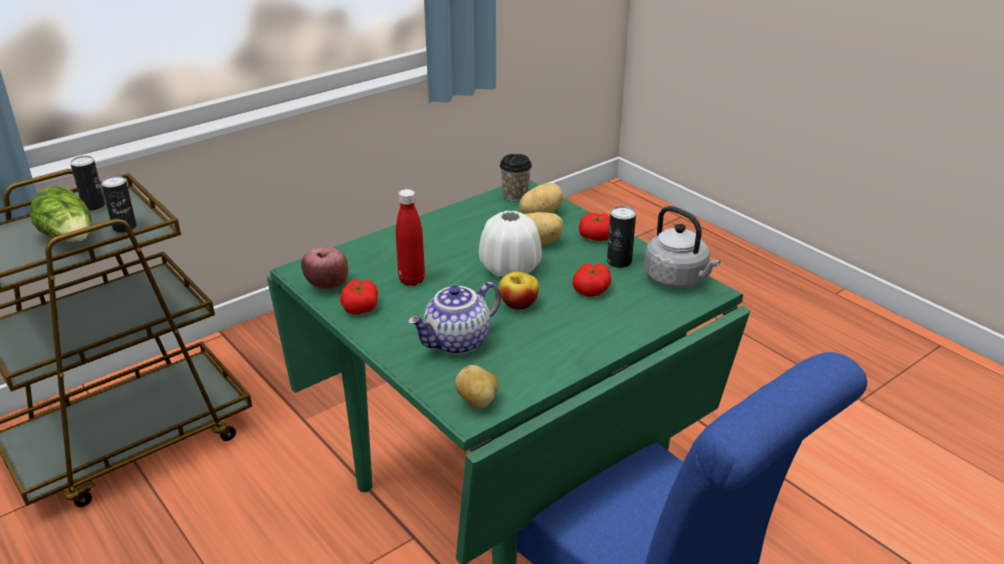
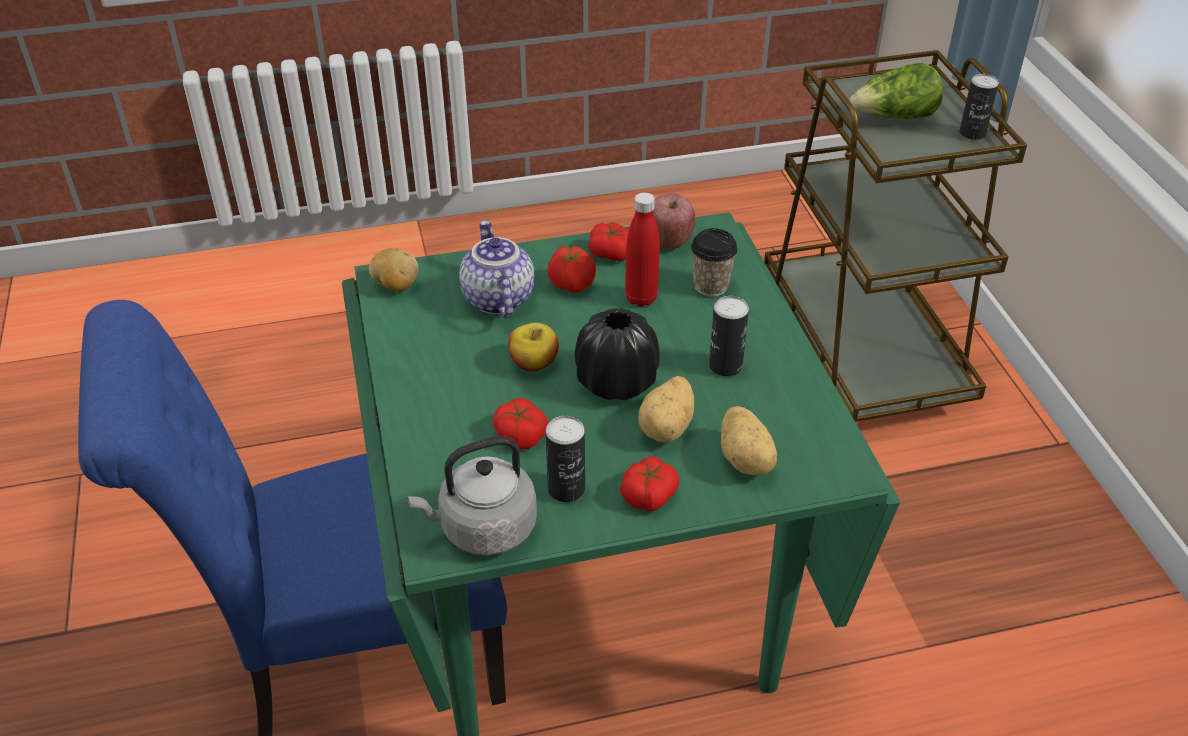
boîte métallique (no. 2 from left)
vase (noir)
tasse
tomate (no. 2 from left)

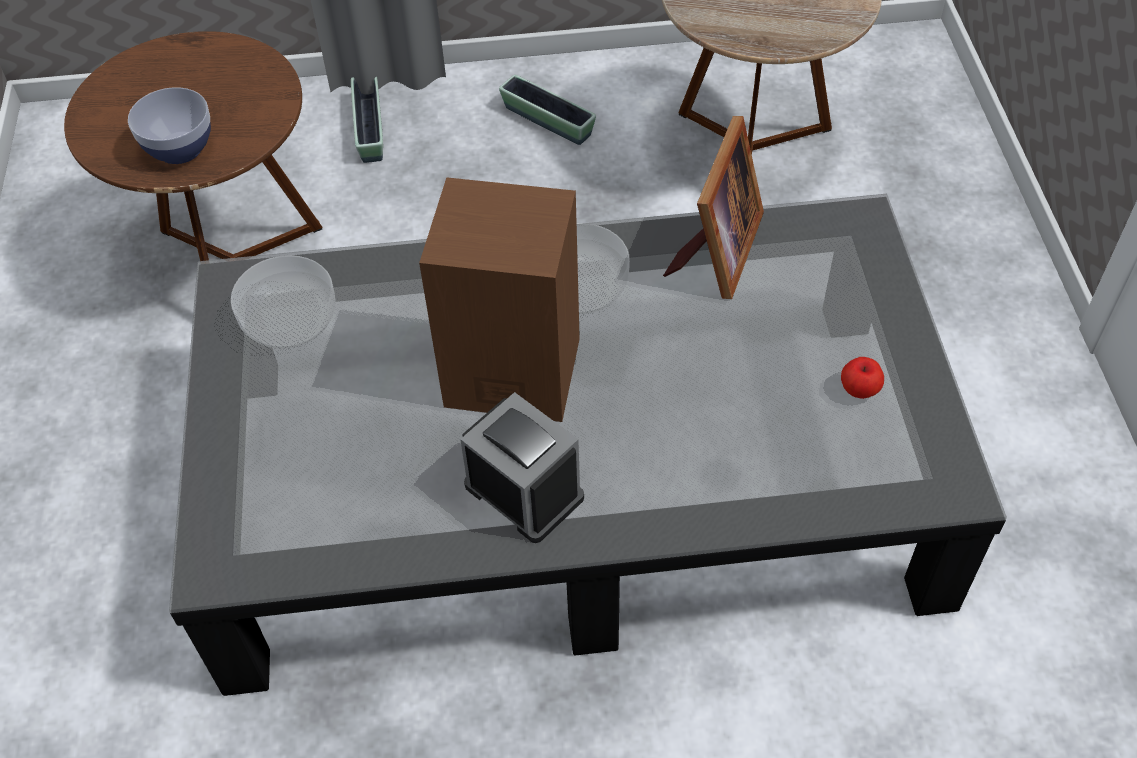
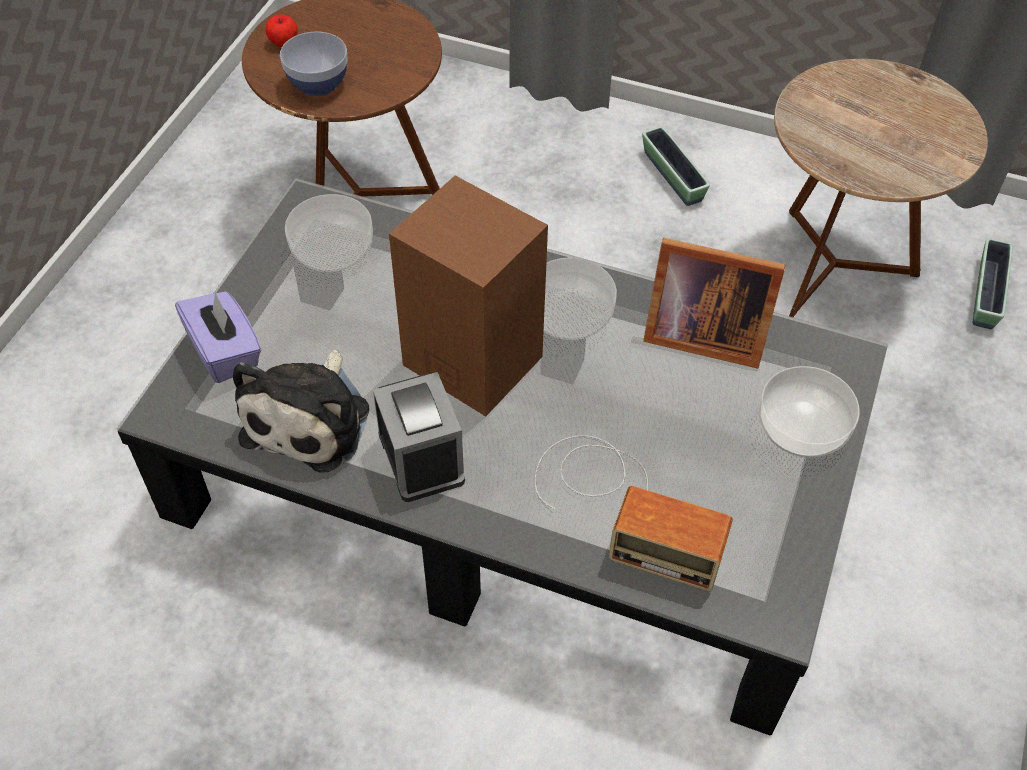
cache-pot (no. 2 from left)
cadre photo
pomme
boîte à mouchoirs (violet)
peluche
radio
bol (no. 4 from left)

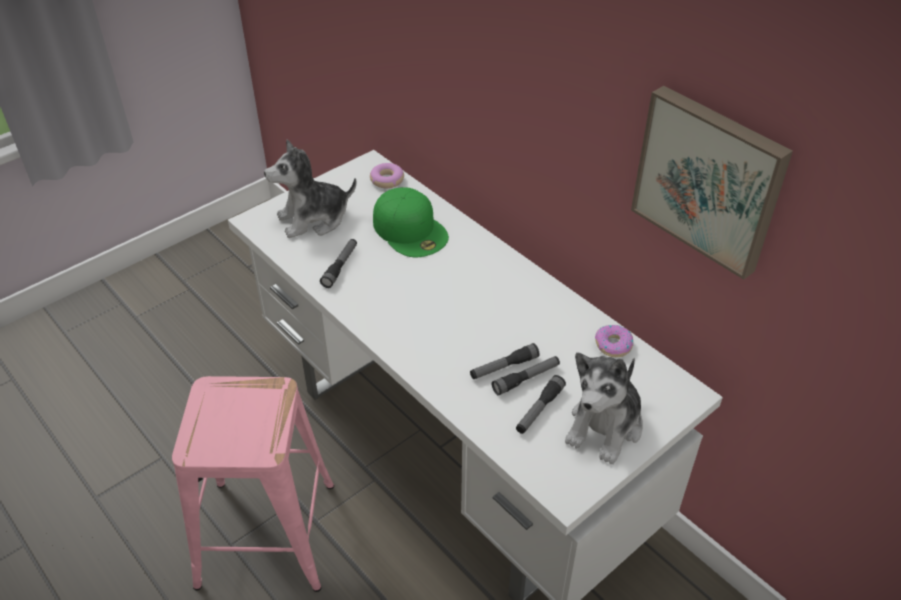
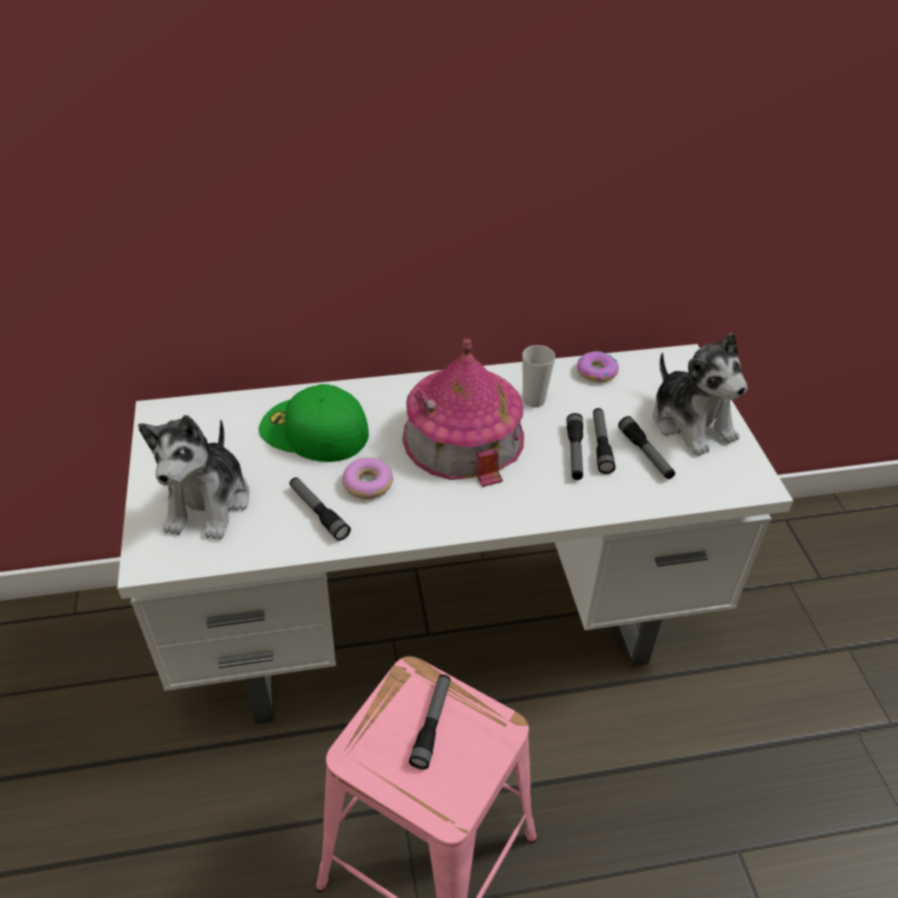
beignet (no. 1 from left)
casquette (vert)
tableau
maison miniature
lampe de poche (no. 2 from left)
tasse

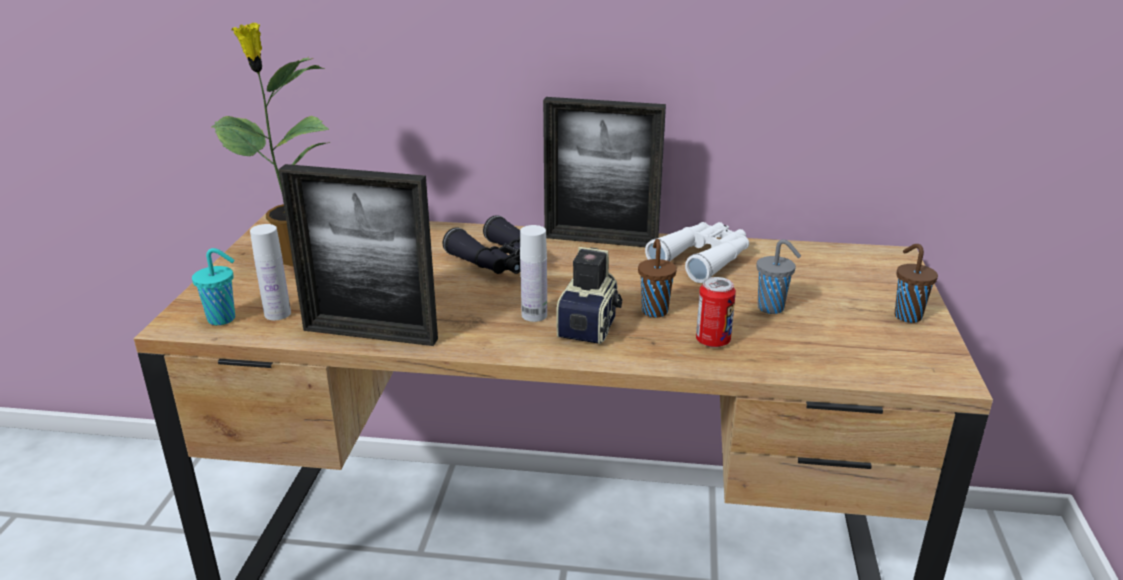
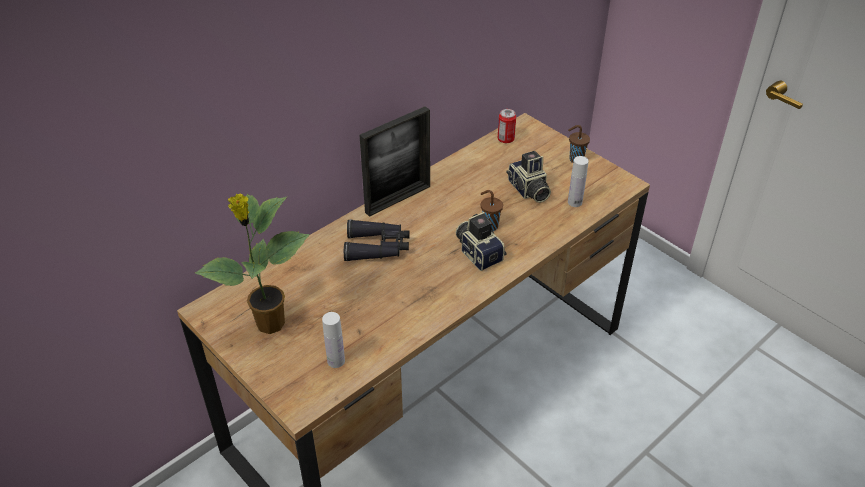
tasse (turquoise)
cadre photo (no. 1 from left in the first image)
bouteille (blanc) (no. 2 from left)
jumelles (blanc)
boîte métallique
appareil photo (no. 2 from left)

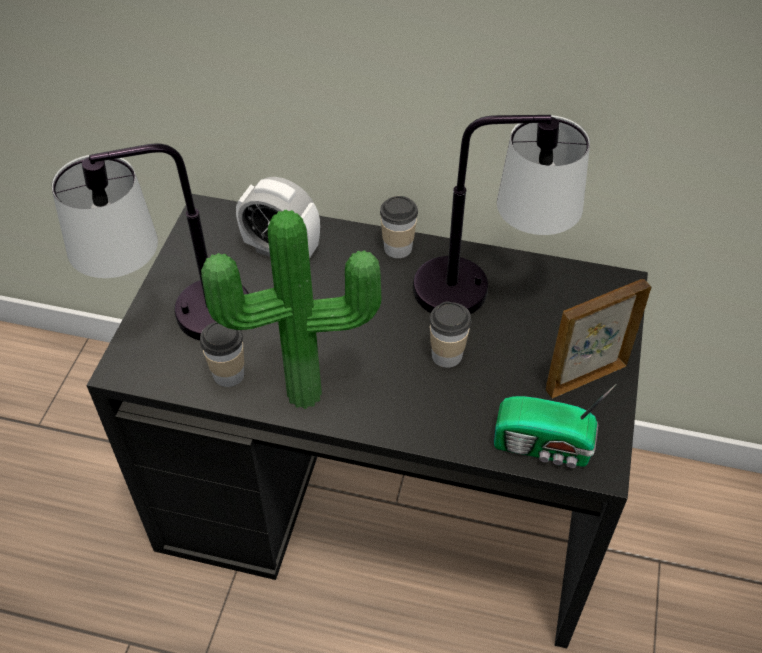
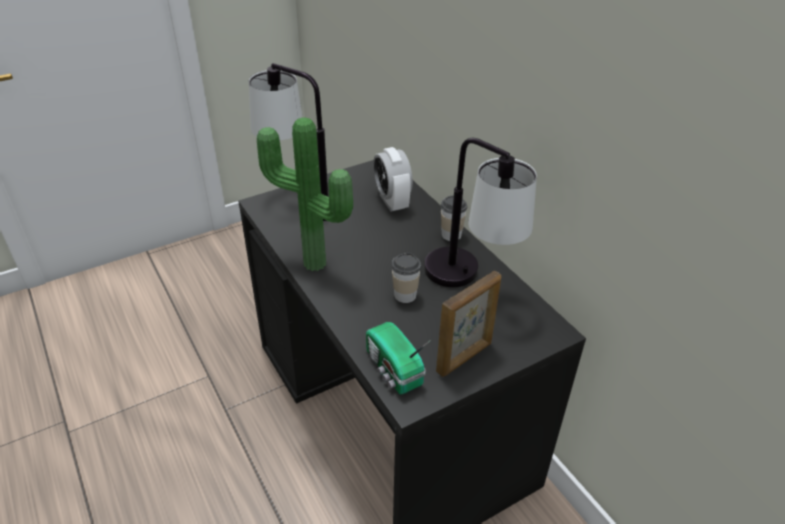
tasse (no. 1 from left in the first image)
cadre photo

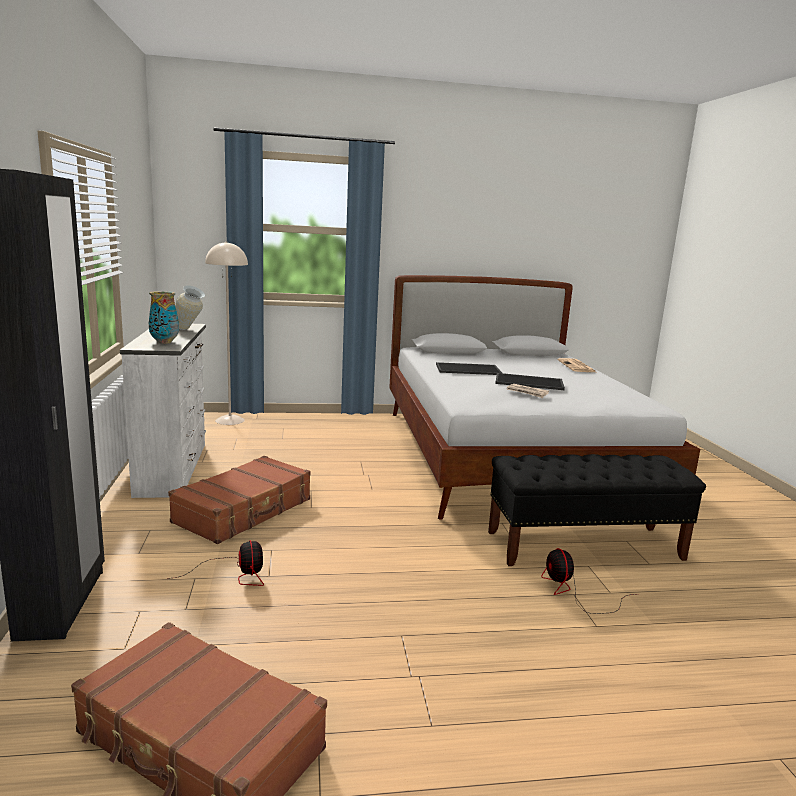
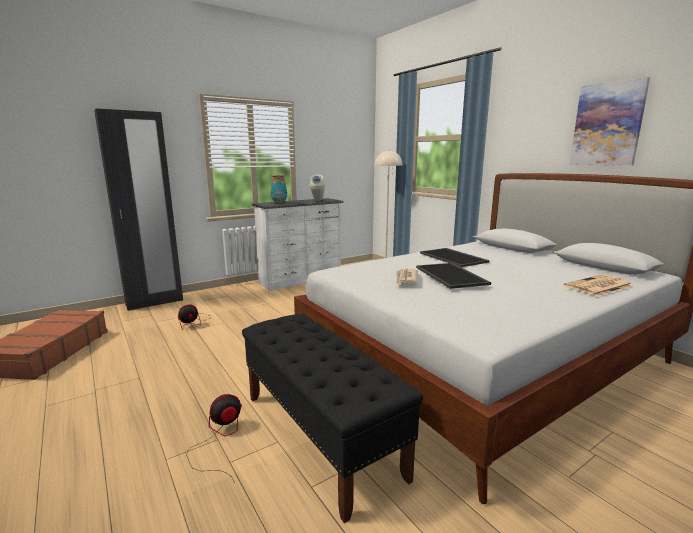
valise (marron) (no. 2 from left in the first image)
tableau

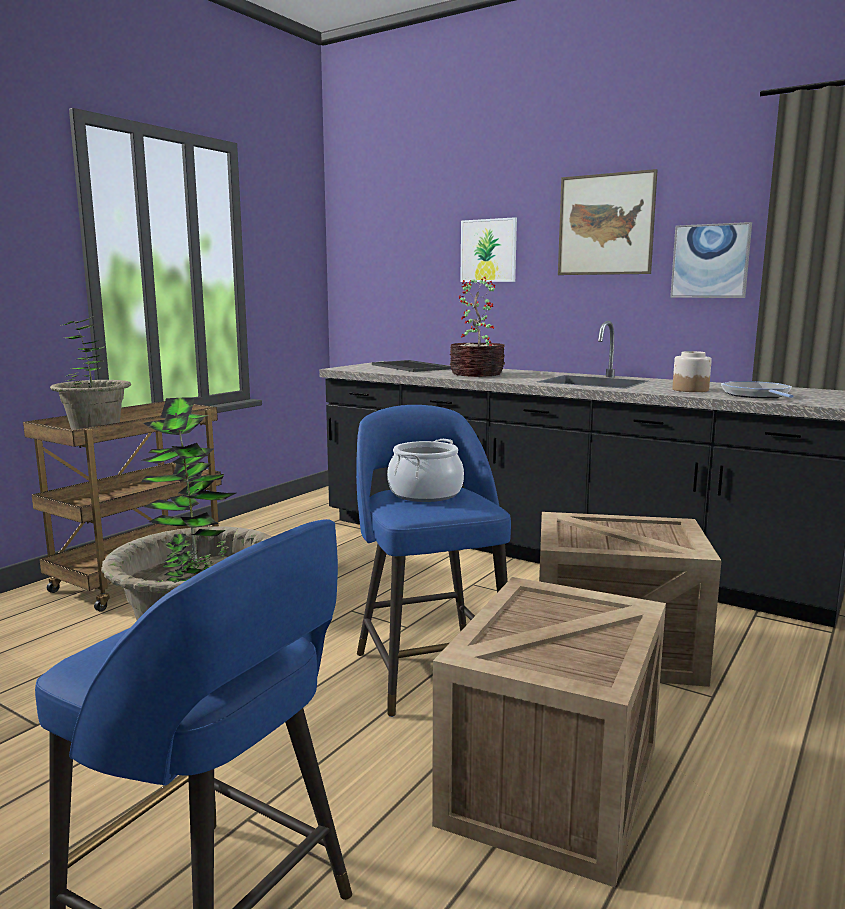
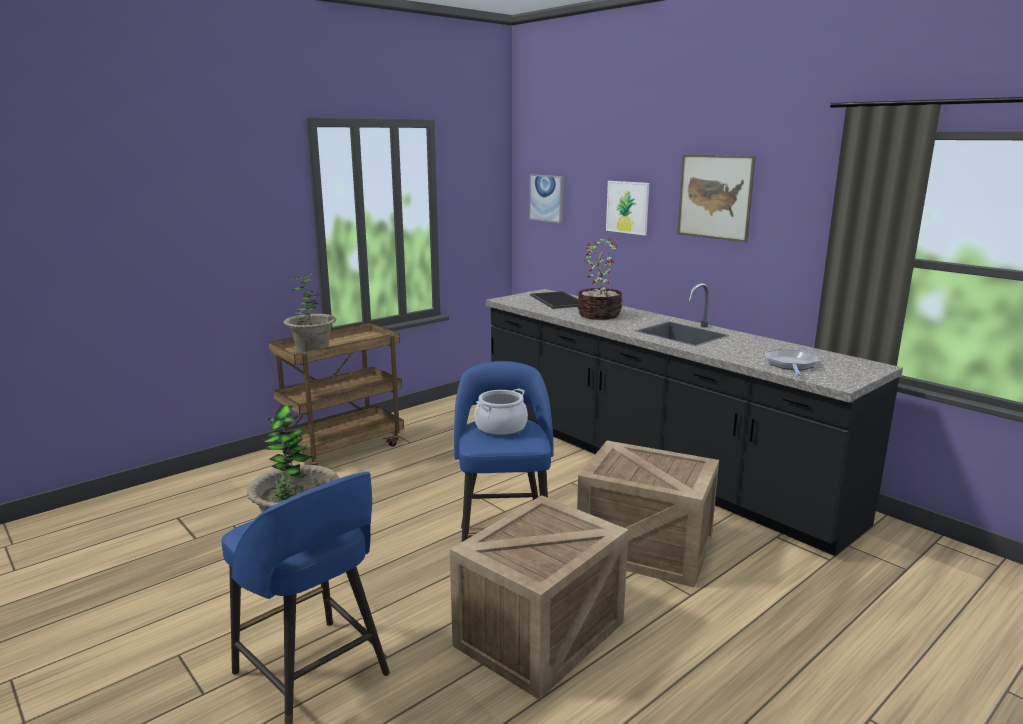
tableau (no. 1 from left)
bocal

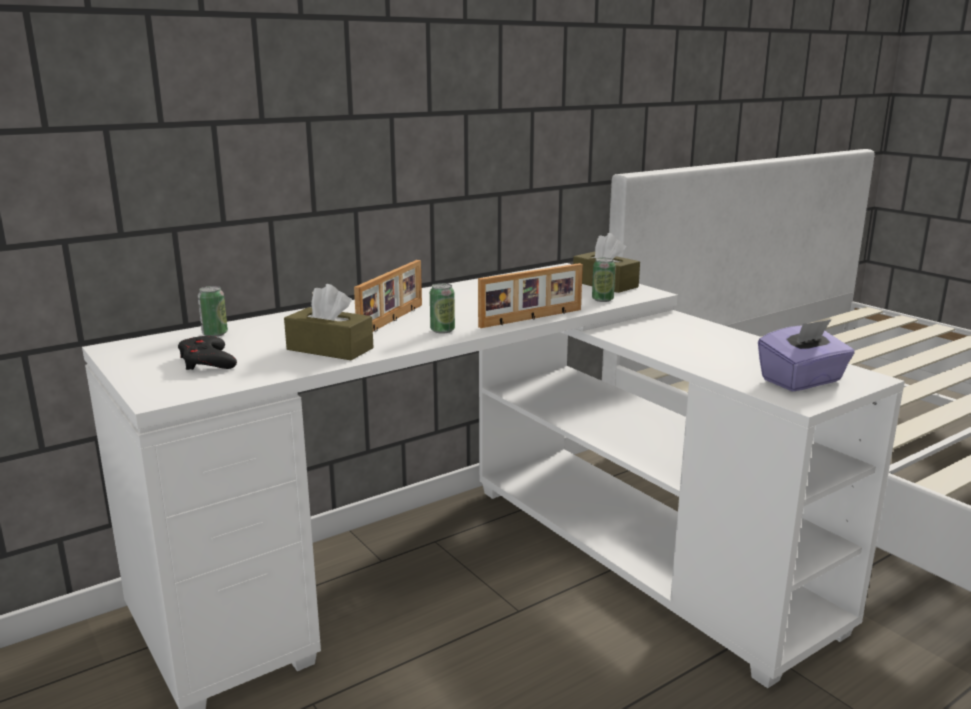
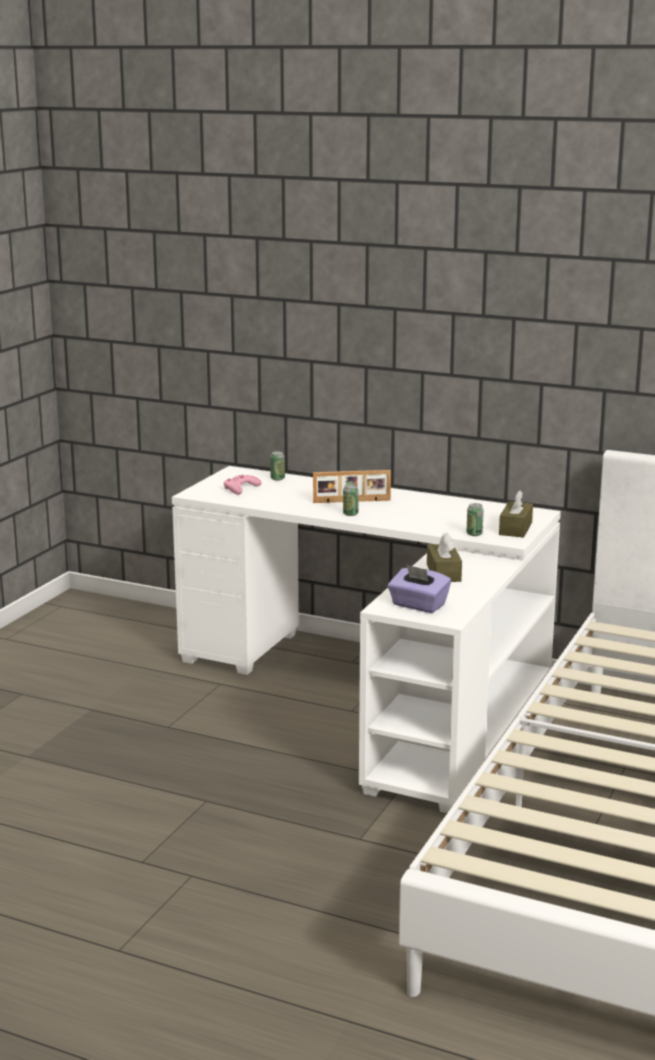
manette (rose)
boîte à mouchoirs (marron) (no. 1 from left)
cadre photo (no. 2 from left in the first image)

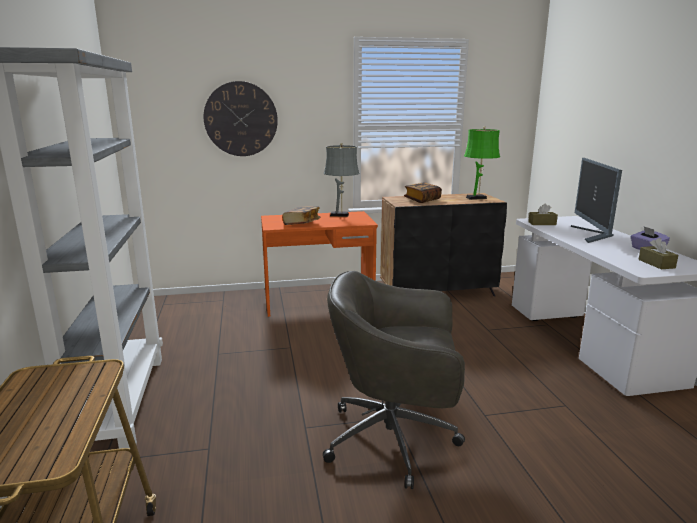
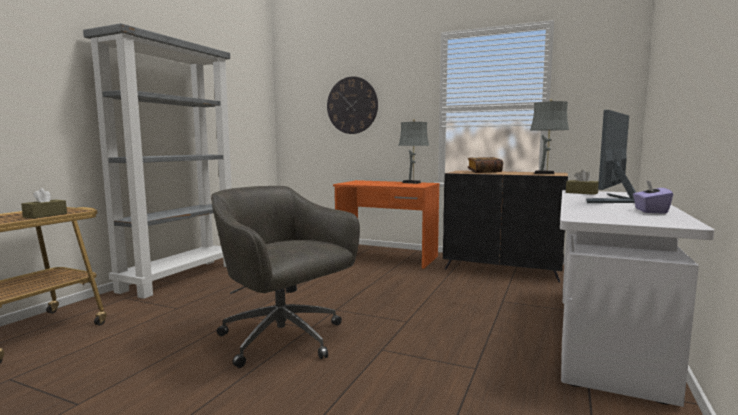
livre (no. 1 from left in the first image)
lampe de table (gris) (no. 2 from left)
boîte à mouchoirs (marron) (no. 1 from left)

